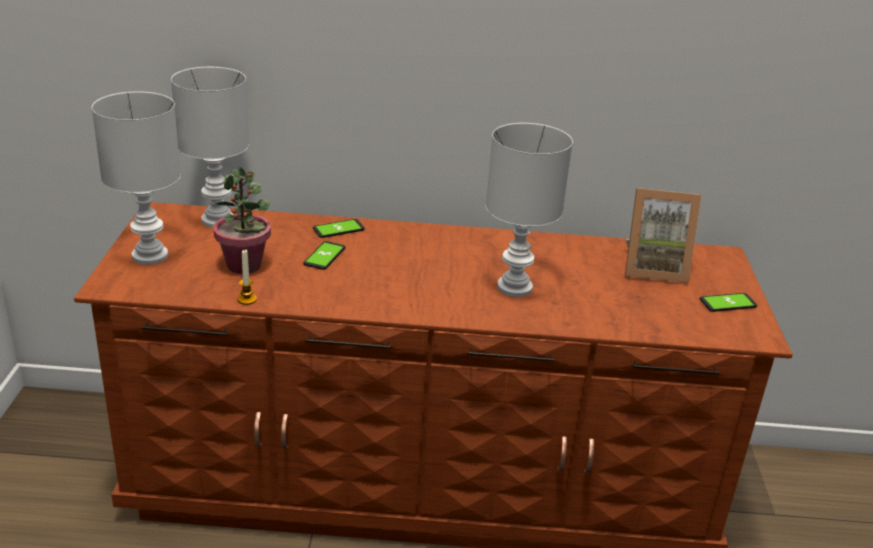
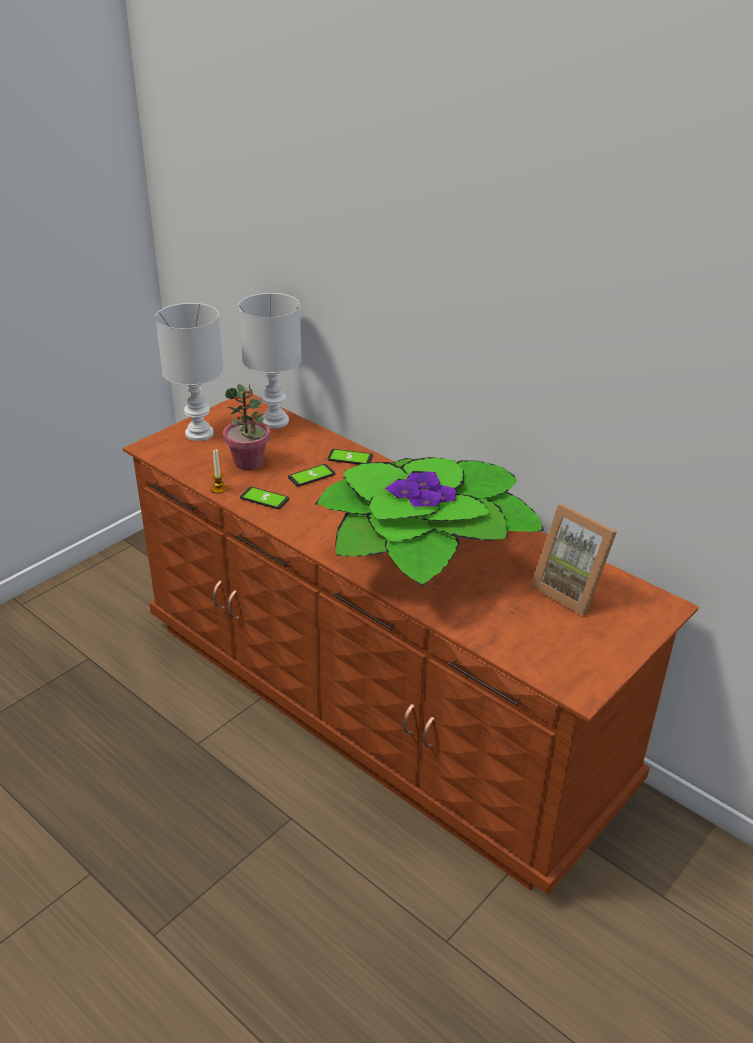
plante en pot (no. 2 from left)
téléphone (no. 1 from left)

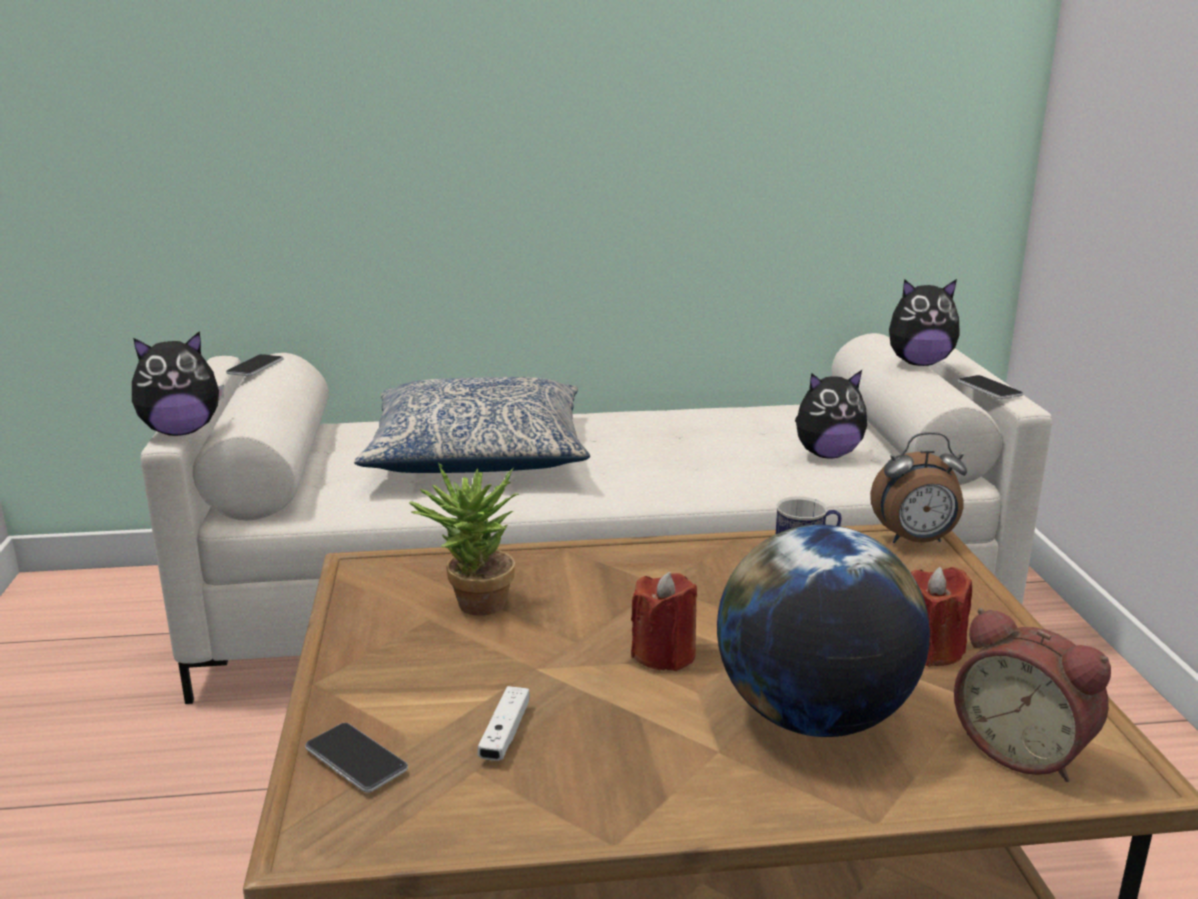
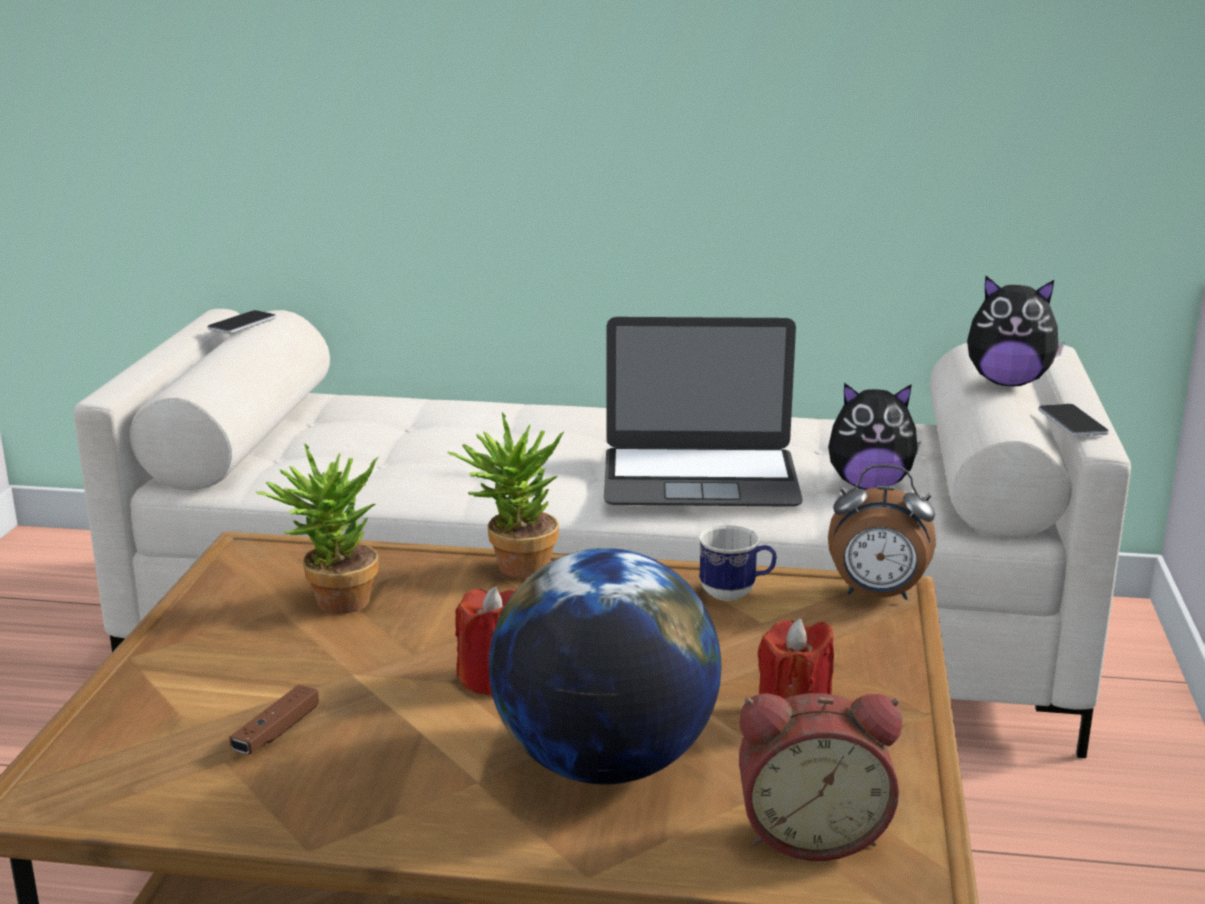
peluche (no. 1 from left in the first image)
téléphone (no. 2 from left in the first image)
coussin
manette (marron)
réveil (no. 1 from left)
plante en pot (no. 2 from left)
ordinateur portable

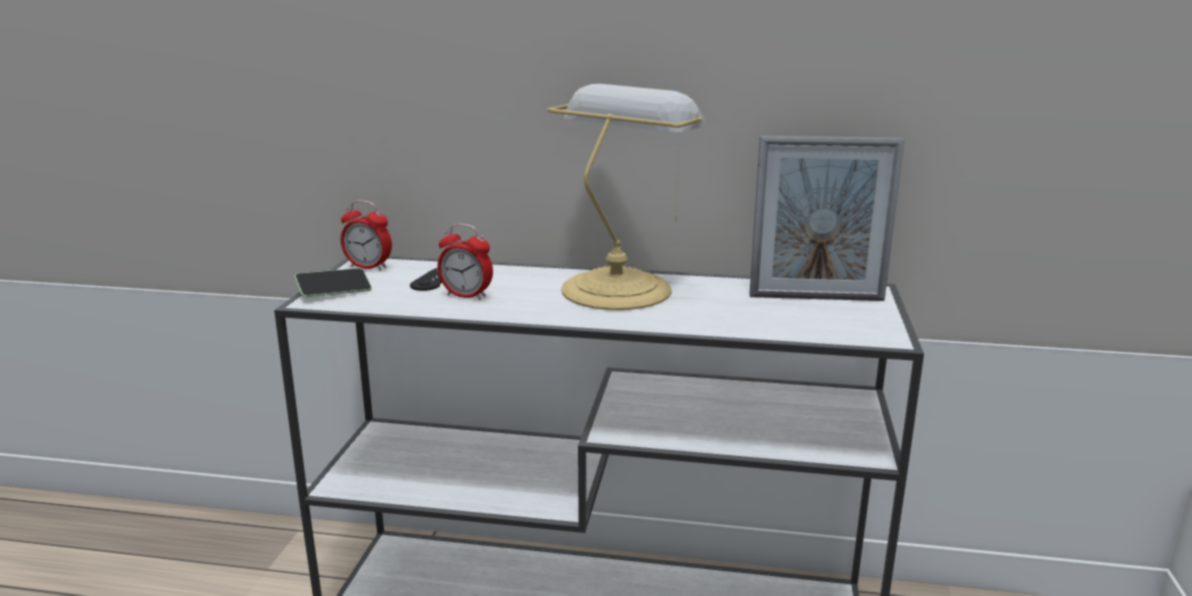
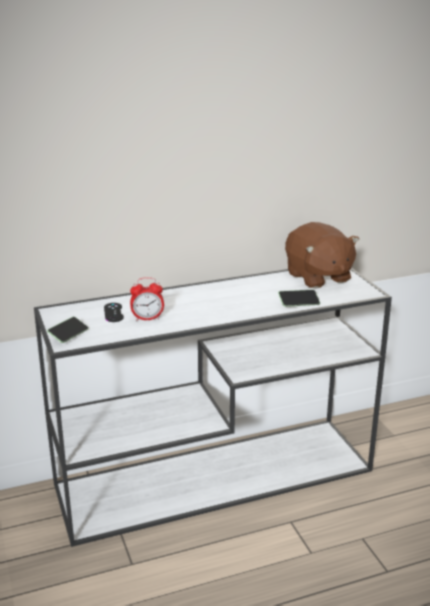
réveil (no. 1 from left in the first image)
lampe de table
peluche (marron)
téléphone (no. 2 from left)

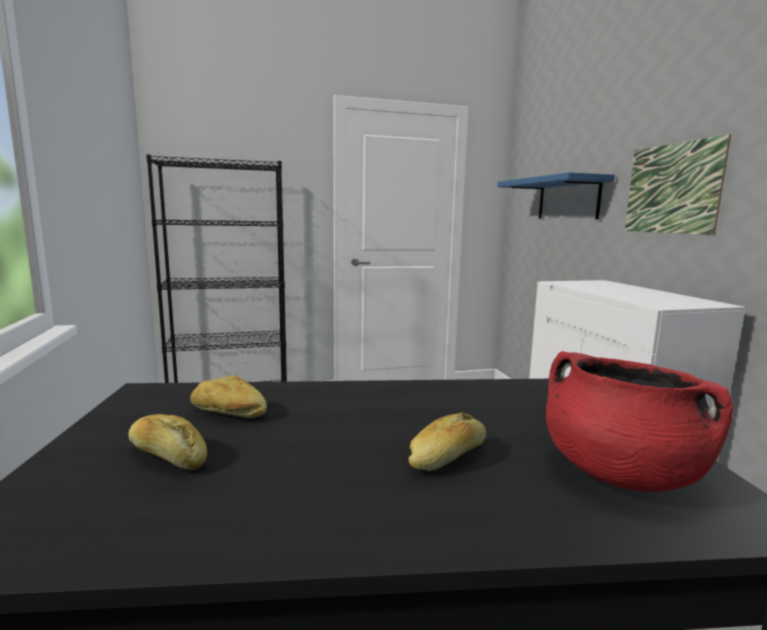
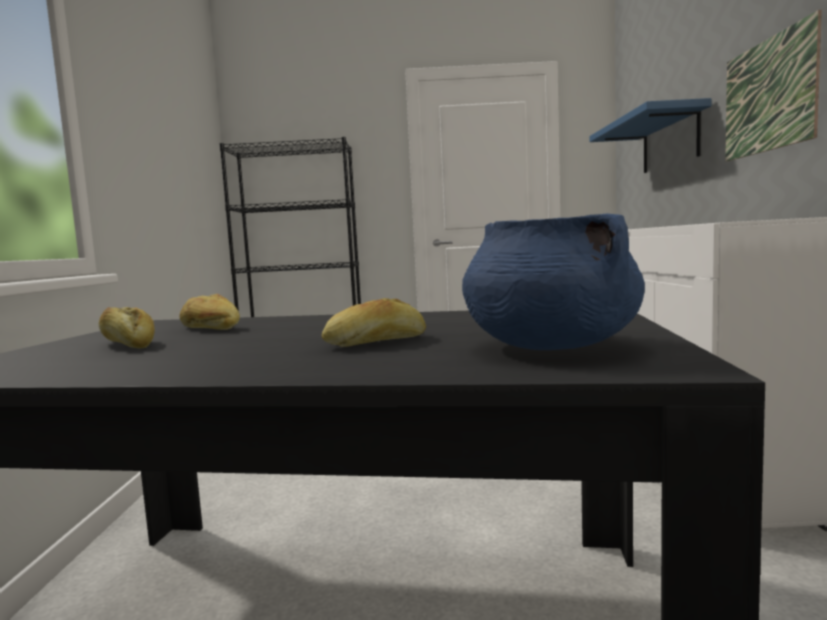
marmite (bleu)

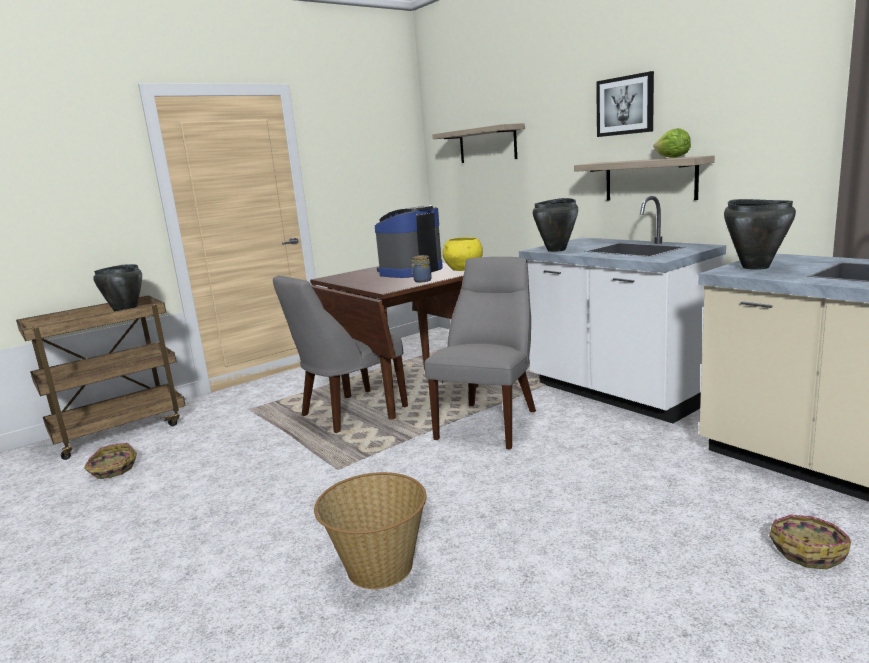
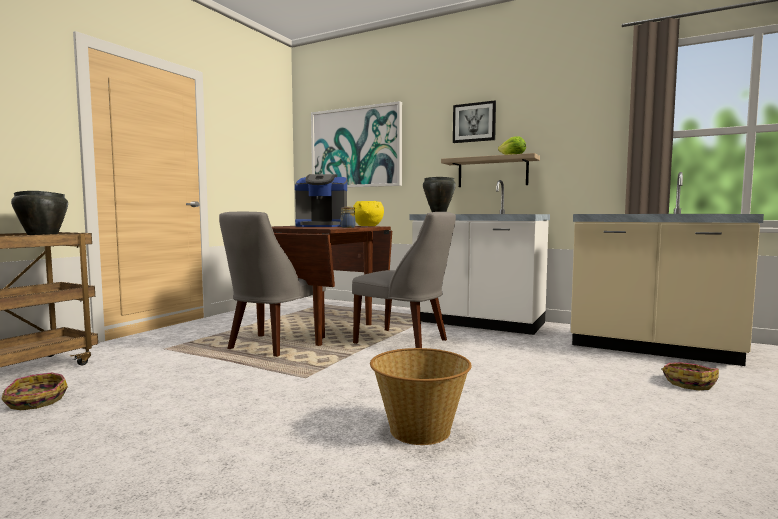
machine à café
chaise (gris) (no. 2 from left)
tableau (no. 1 from left)
marmite (noir) (no. 3 from left in the first image)

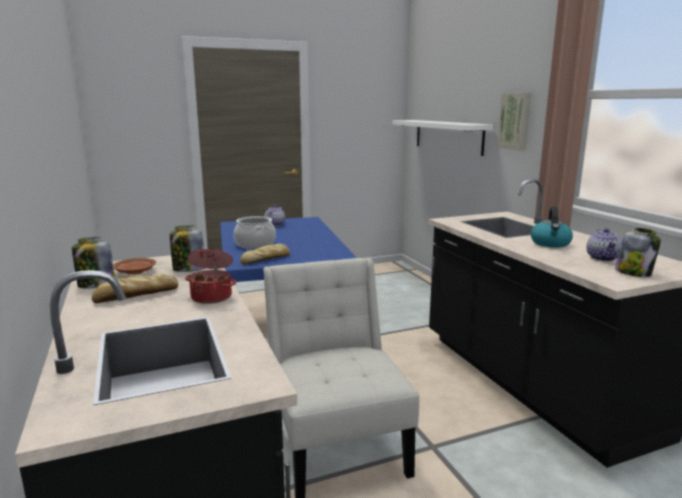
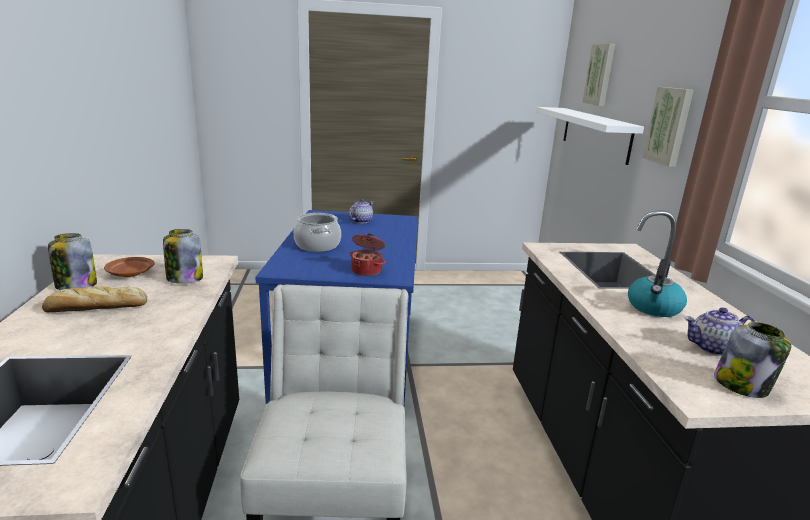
marmite (no. 2 from left)
pain (no. 2 from left in the first image)
théière (no. 2 from left)
tableau (no. 1 from left)

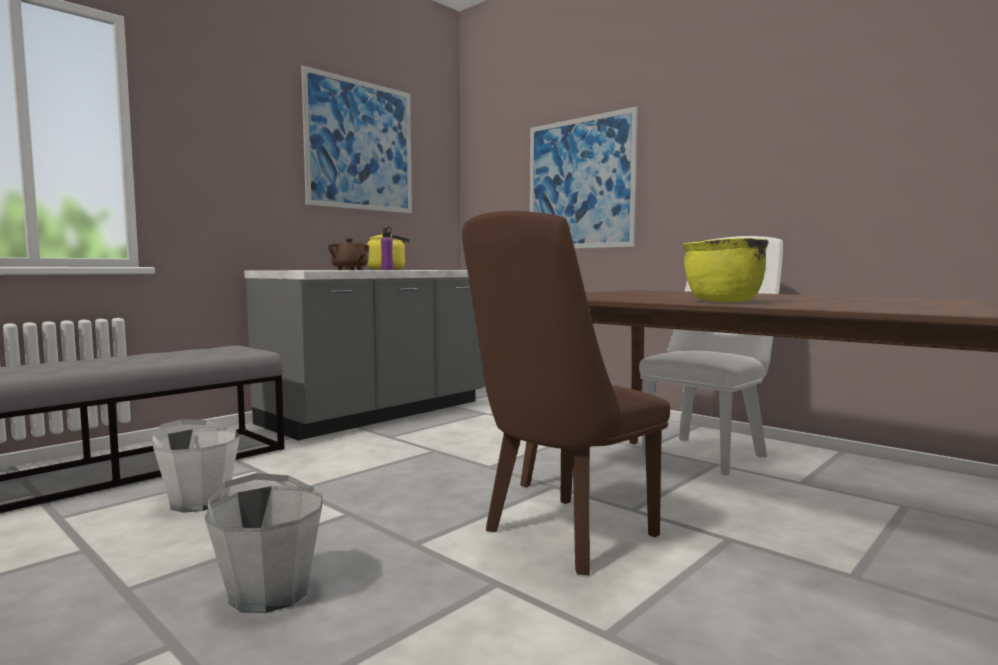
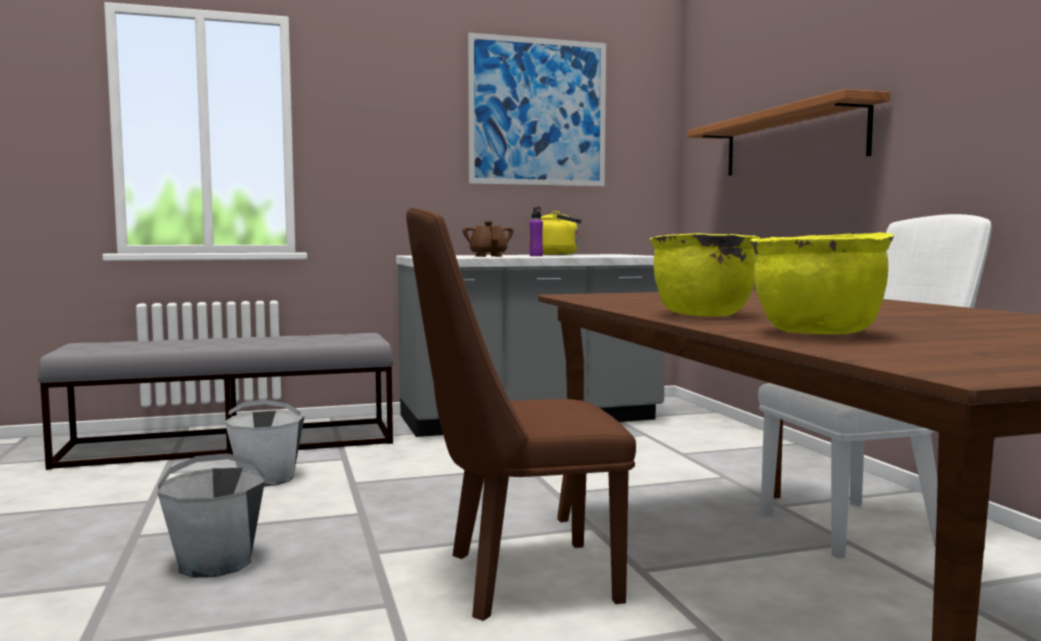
étagère
marmite (jaune) (no. 2 from left)

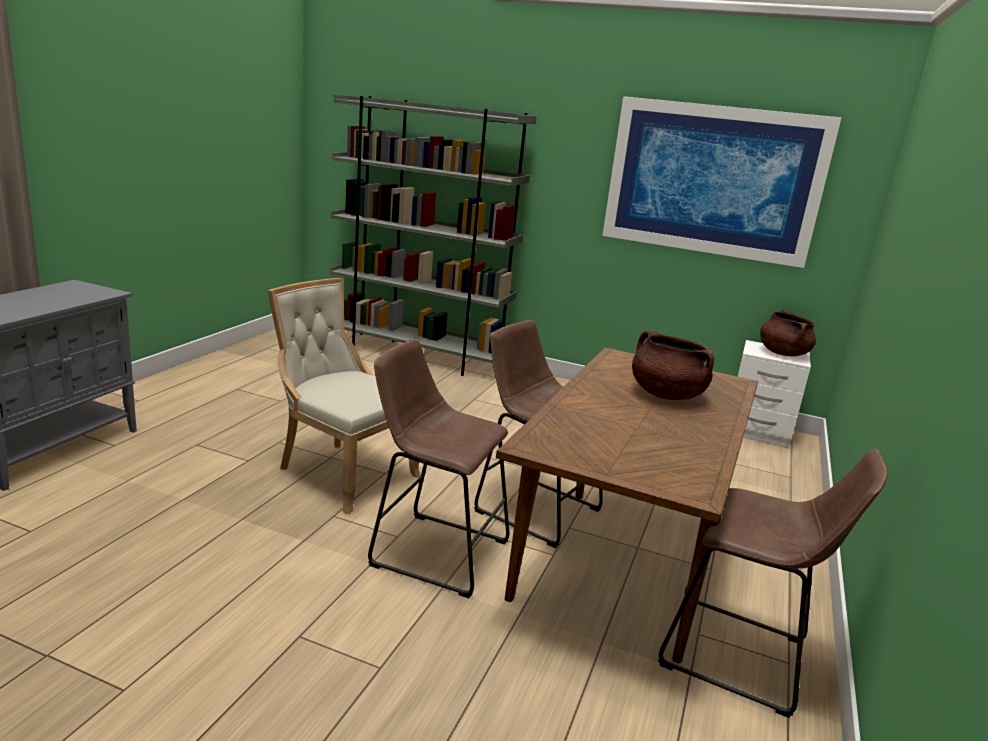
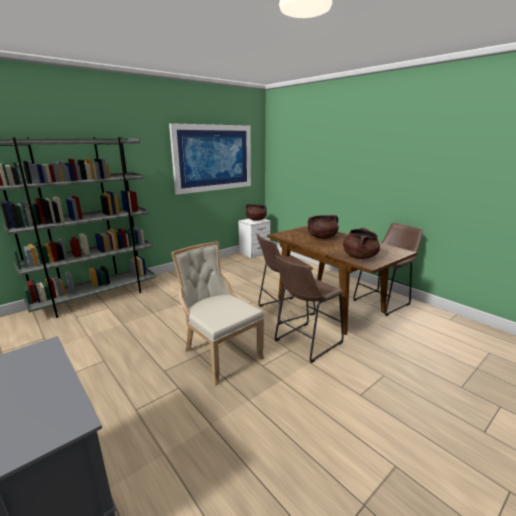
chaise (beige)
marmite (marron) (no. 3 from left)

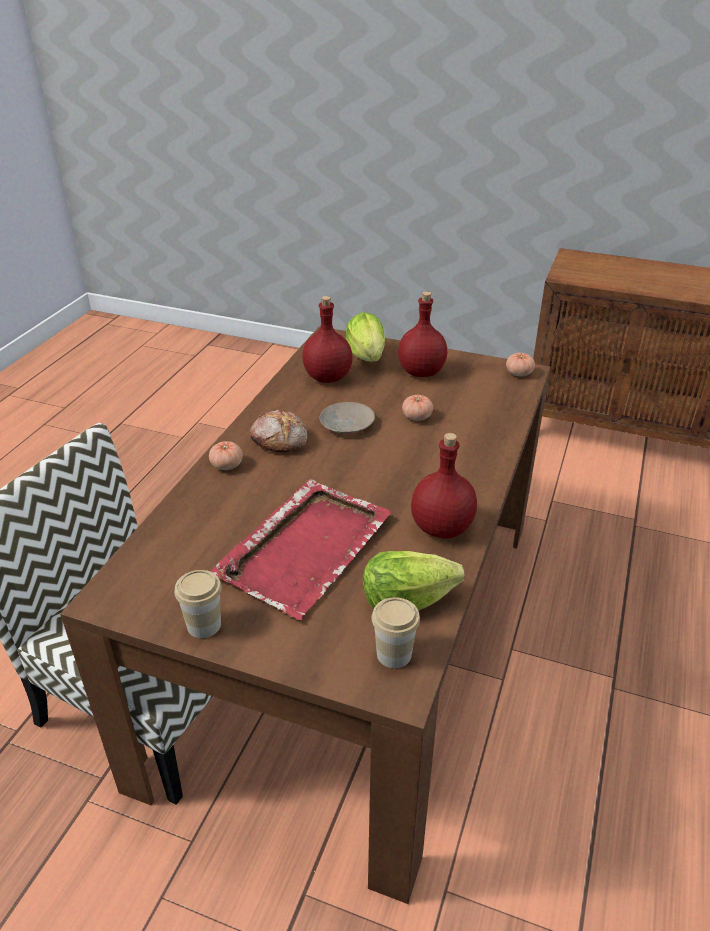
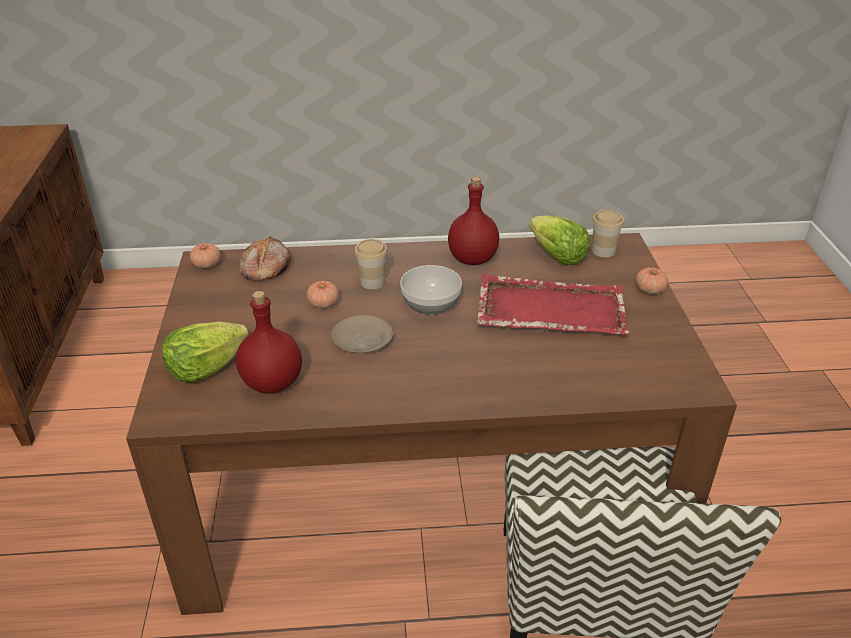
tasse (no. 1 from left)
tomate (no. 3 from left)
pain
bouteille (rouge) (no. 2 from left in the first image)
bol

